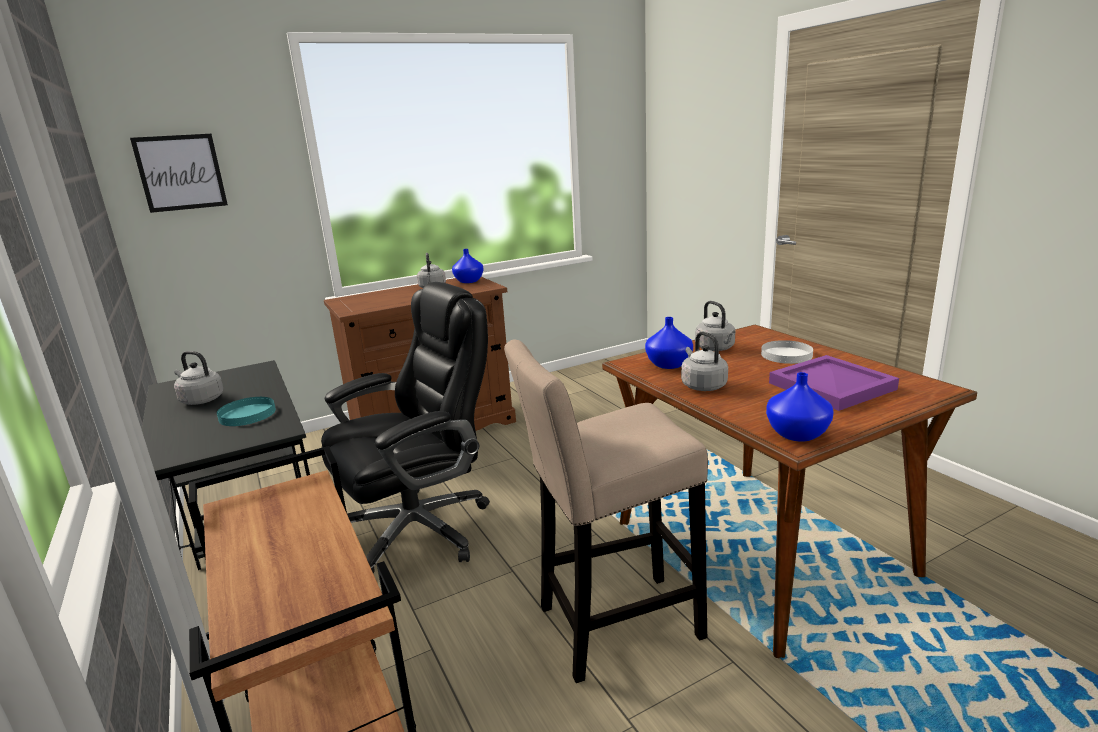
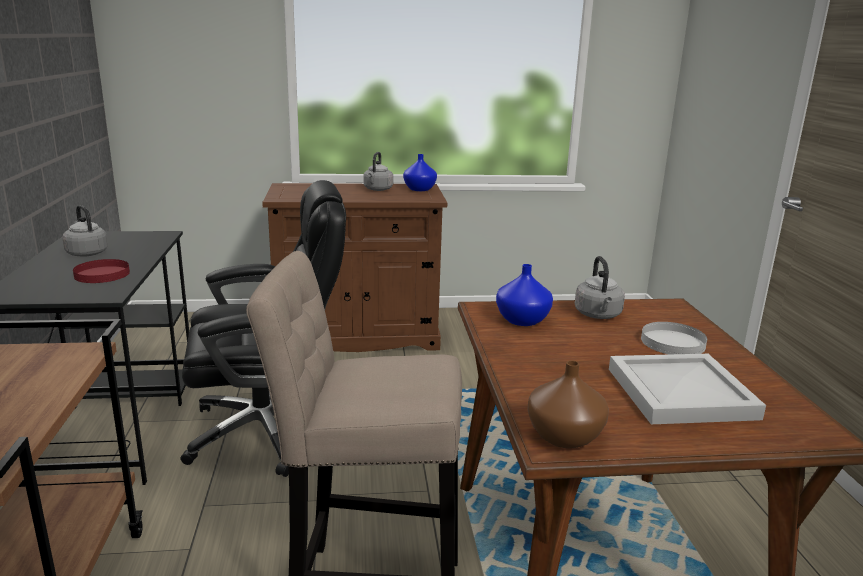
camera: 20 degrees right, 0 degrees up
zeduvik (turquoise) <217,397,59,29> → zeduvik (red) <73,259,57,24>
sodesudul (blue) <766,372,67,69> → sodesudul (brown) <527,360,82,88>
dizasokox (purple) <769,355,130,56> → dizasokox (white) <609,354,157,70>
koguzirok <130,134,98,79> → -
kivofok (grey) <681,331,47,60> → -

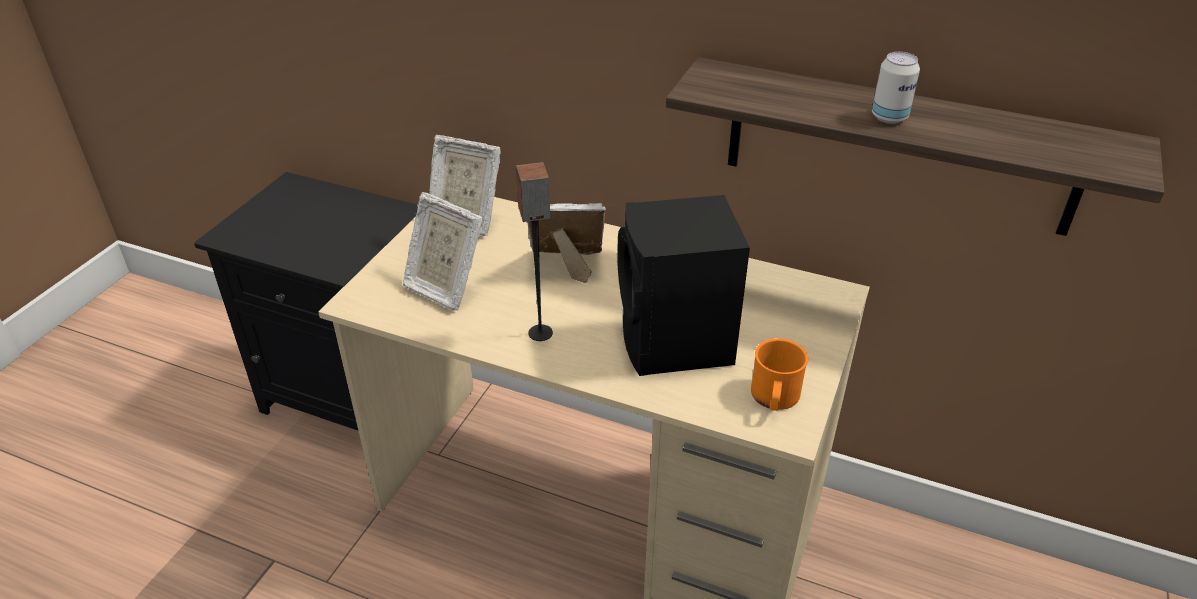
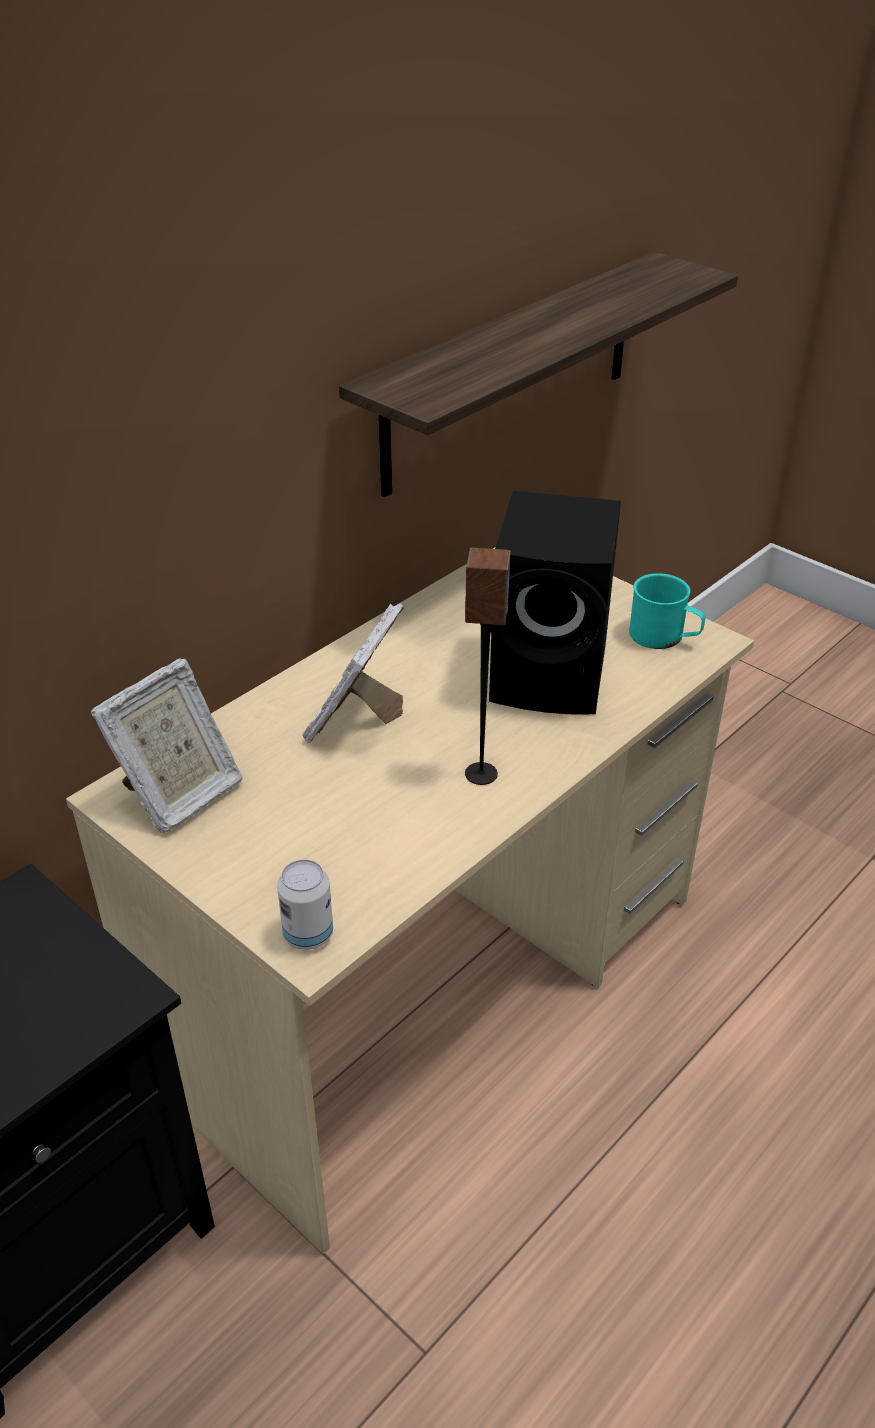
camera: 70 degrees left, 0 degrees up
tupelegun <872,52,48,72> → tupelegun <277,859,56,91>, relocated
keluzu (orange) <751,338,57,73> → keluzu (turquoise) <629,573,76,76>
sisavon <402,192,81,119> → -

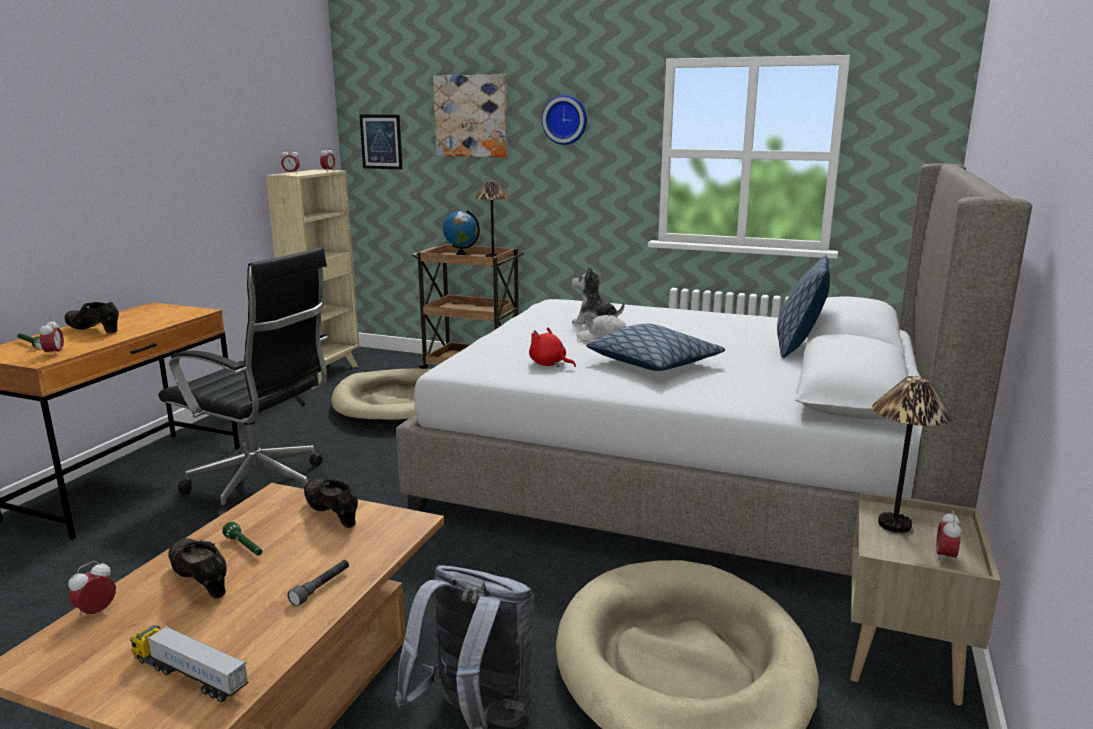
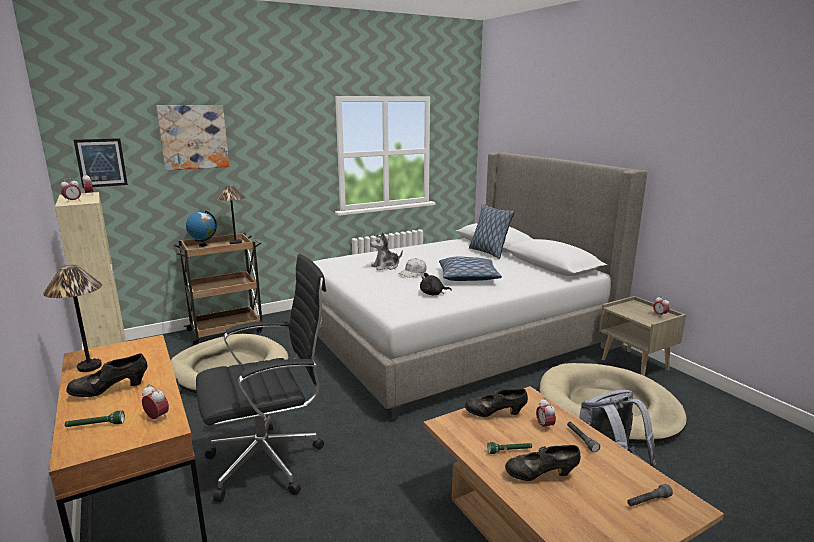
camera: 50 degrees left, 0 degrees up
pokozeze <872,376,81,157> → pokozeze <43,265,59,107>, relocated
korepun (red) <529,327,47,40> → korepun (black) <420,272,32,23>
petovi <68,561,48,56> → petovi <536,398,20,32>, relocated
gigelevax <130,625,119,77> → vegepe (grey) <627,484,46,22>
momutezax <542,95,45,50> → -

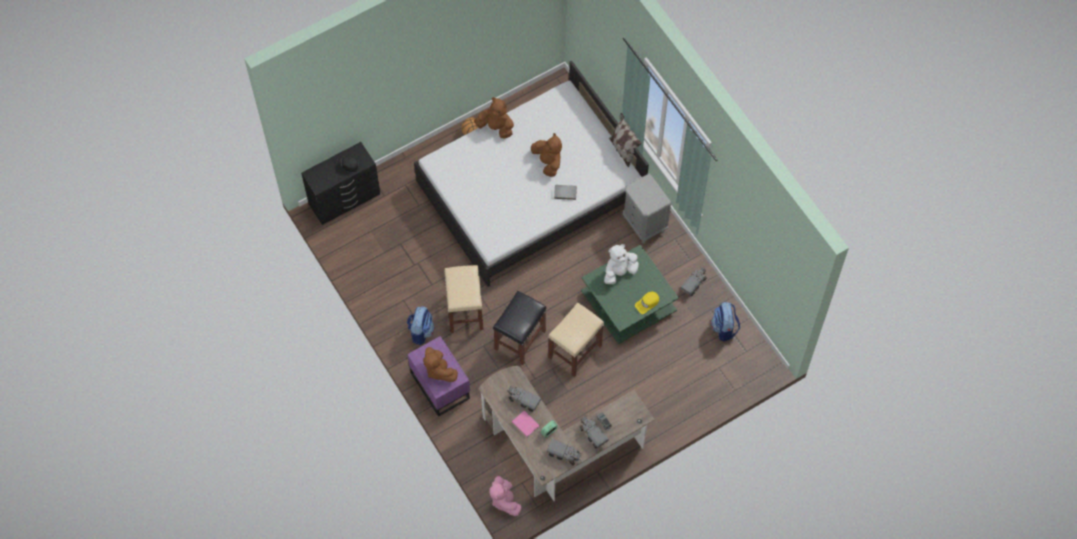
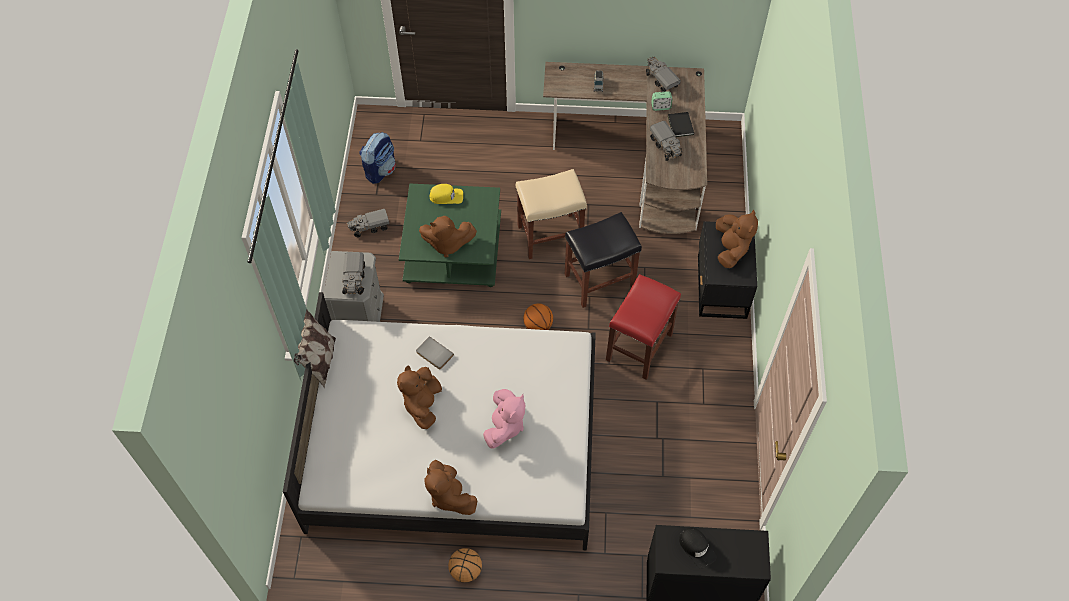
camera: 145 degrees left, 5 degrees down
gigelevax <580,416,29,32> → gigelevax <342,252,23,43>, relocated
korepun (white) <604,244,35,40> → korepun (brown) <419,216,58,41>
korepun (pink) <489,476,33,40> → korepun (pink) <483,389,42,59>, relocated
- → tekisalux <523,303,30,27>
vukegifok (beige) <444,265,40,68> → vukegifok (red) <606,274,75,106>
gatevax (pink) <512,411,27,26> → gatevax (black) <668,112,26,25>
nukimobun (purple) <407,336,63,81> → nukimobun (black) <698,221,59,98>
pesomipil <407,306,28,39> → -

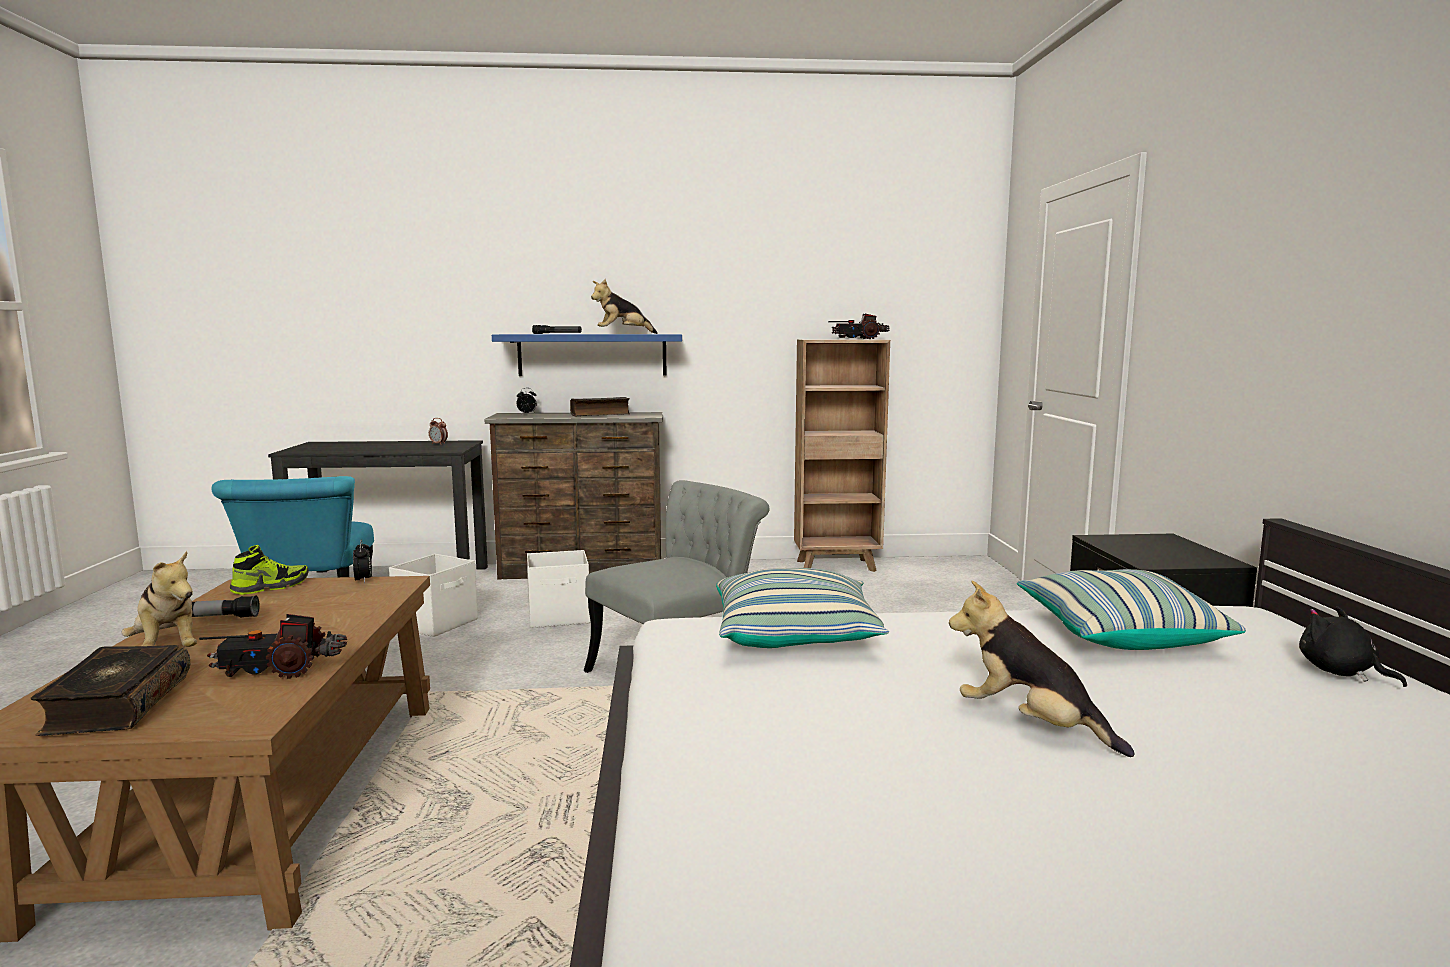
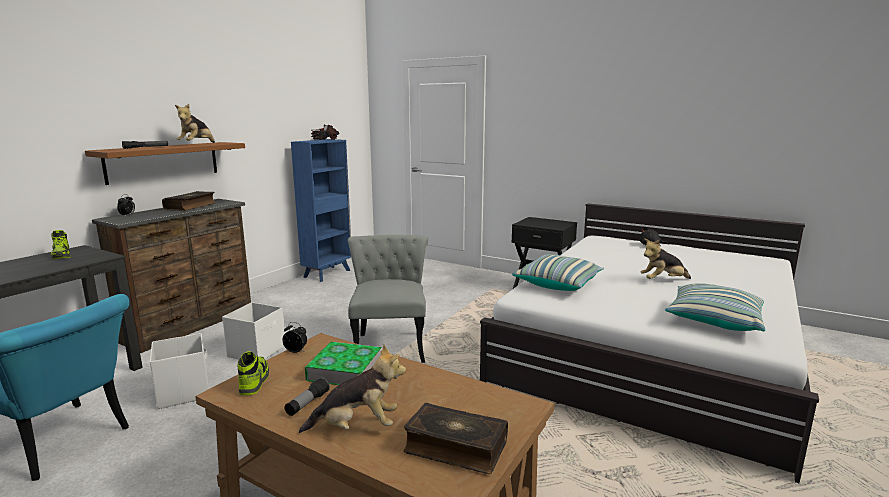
camera: 55 degrees left, 5 degrees up
petovi <429,418,19,27> → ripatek <51,230,20,29>
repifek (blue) <492,334,190,42> → repifek (brown) <85,142,160,43>
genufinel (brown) <794,339,96,233> → genufinel (blue) <291,139,60,143>
- → gatevax <305,342,77,43>
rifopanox <1017,569,229,81> → rifopanox <665,283,100,48>, relocated
gigelevax <199,614,148,65> → -

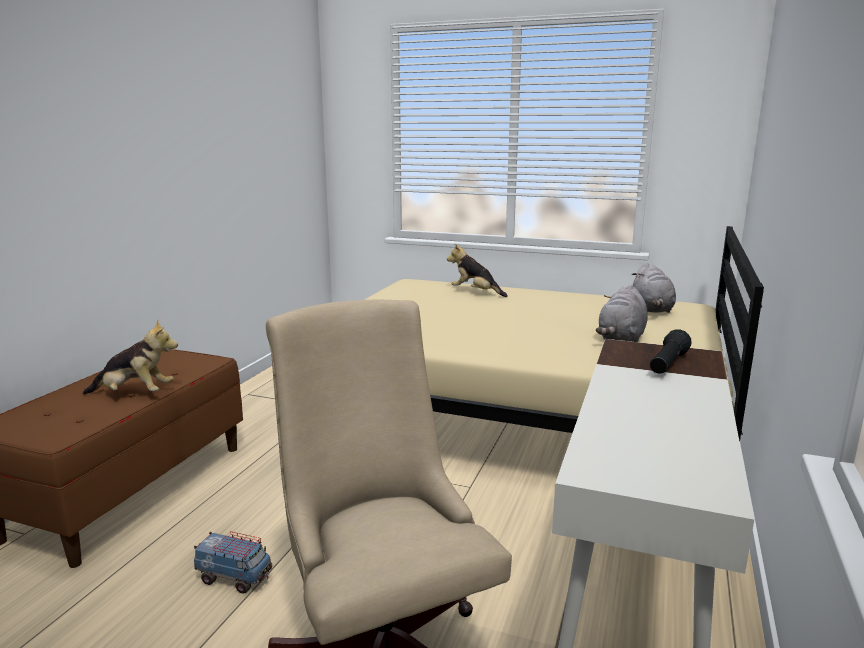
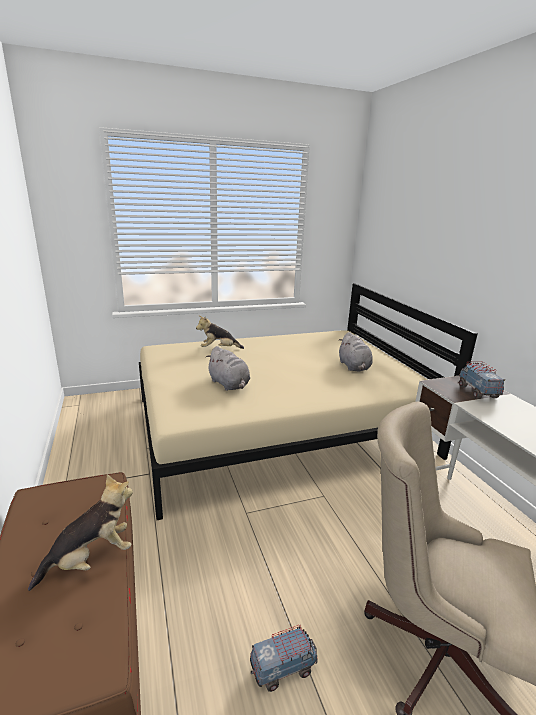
camera: 40 degrees left, 5 degrees up
korepun (grey) <632,263,44,50> → korepun (grey) <206,346,44,45>, relocated
vegepe (black) <650,329,42,45> → gigelevax <459,361,46,38>

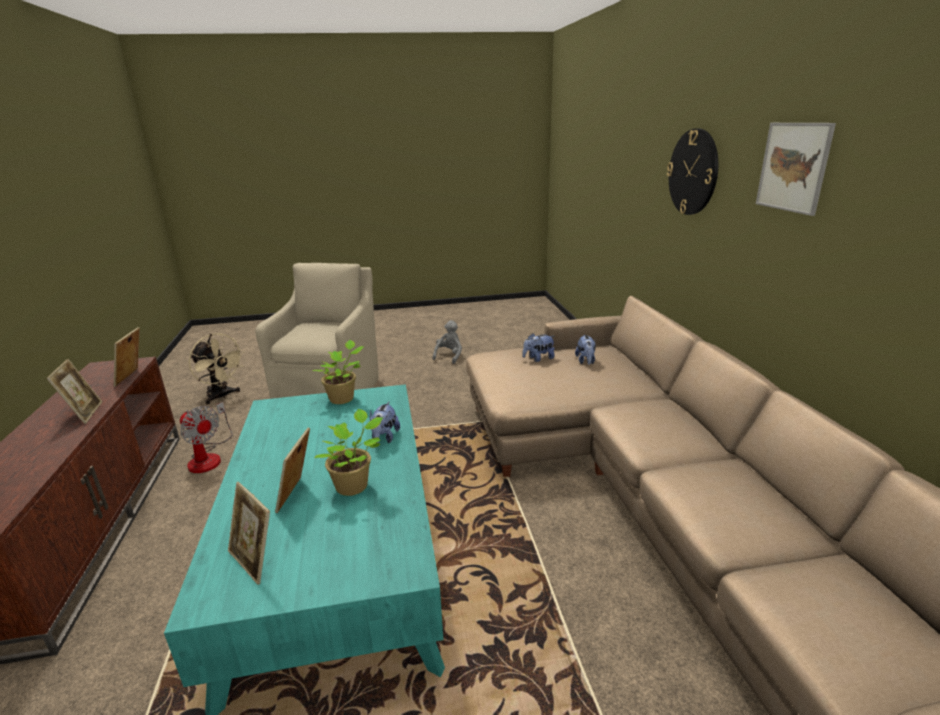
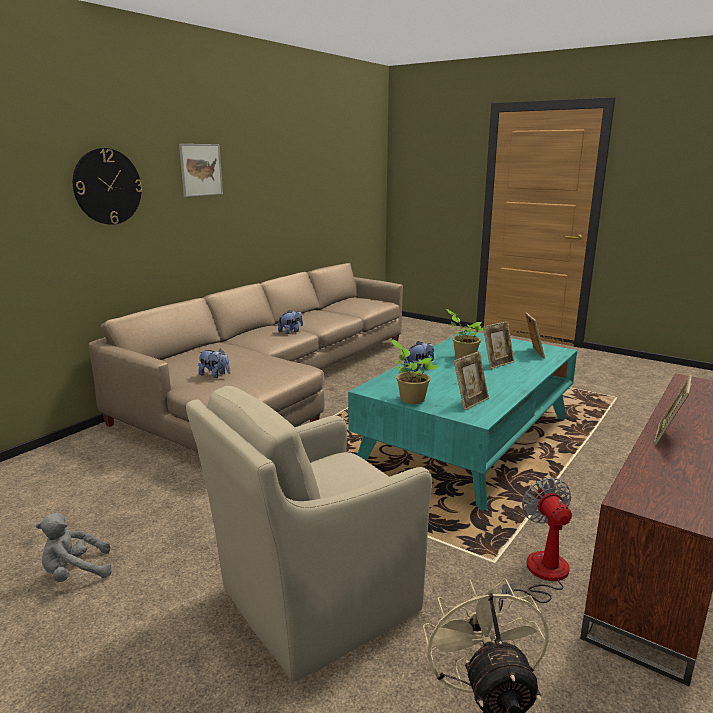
camera: 135 degrees left, 5 degrees down
korepun <575,334,21,31> → korepun <278,310,25,24>, relocated
sisavon <113,327,27,60> → sisavon <454,351,35,60>, relocated

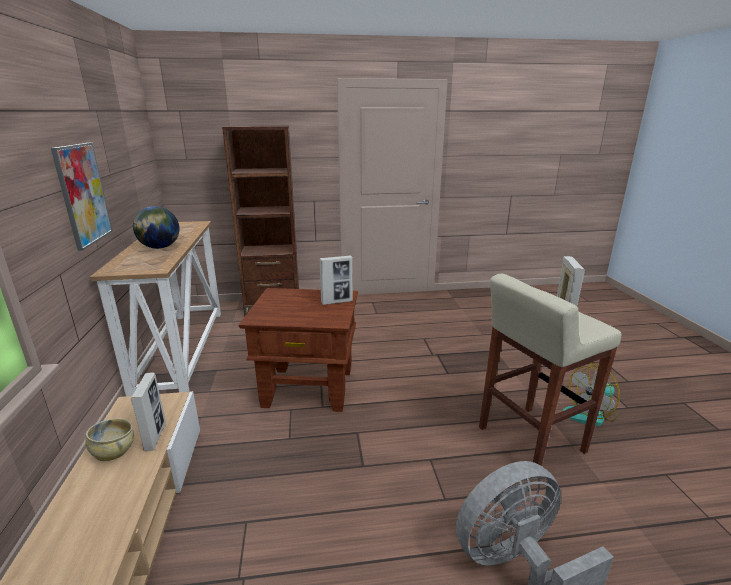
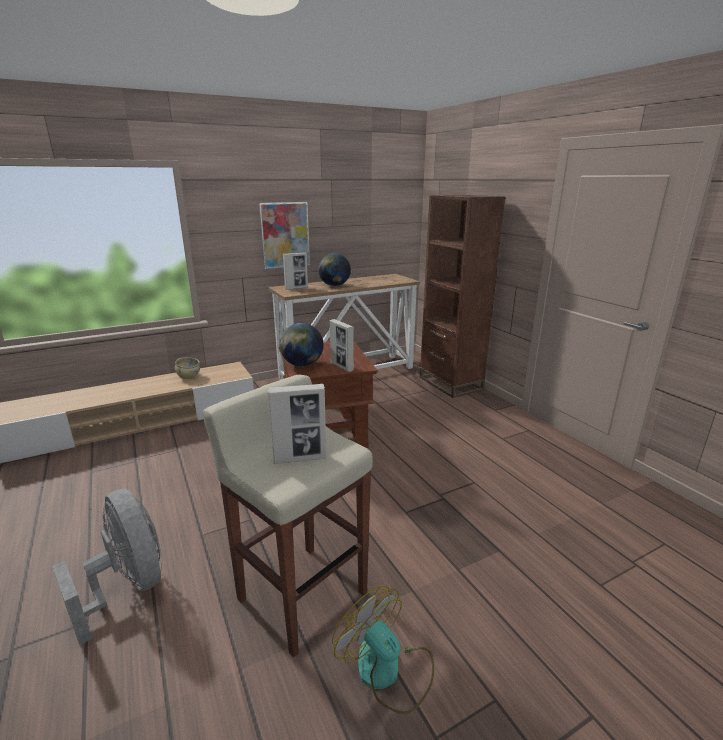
camera: 70 degrees right, 0 degrees up
- → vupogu <280,323,43,43>
sisavon <131,372,35,79> → sisavon <283,252,25,38>, relocated

